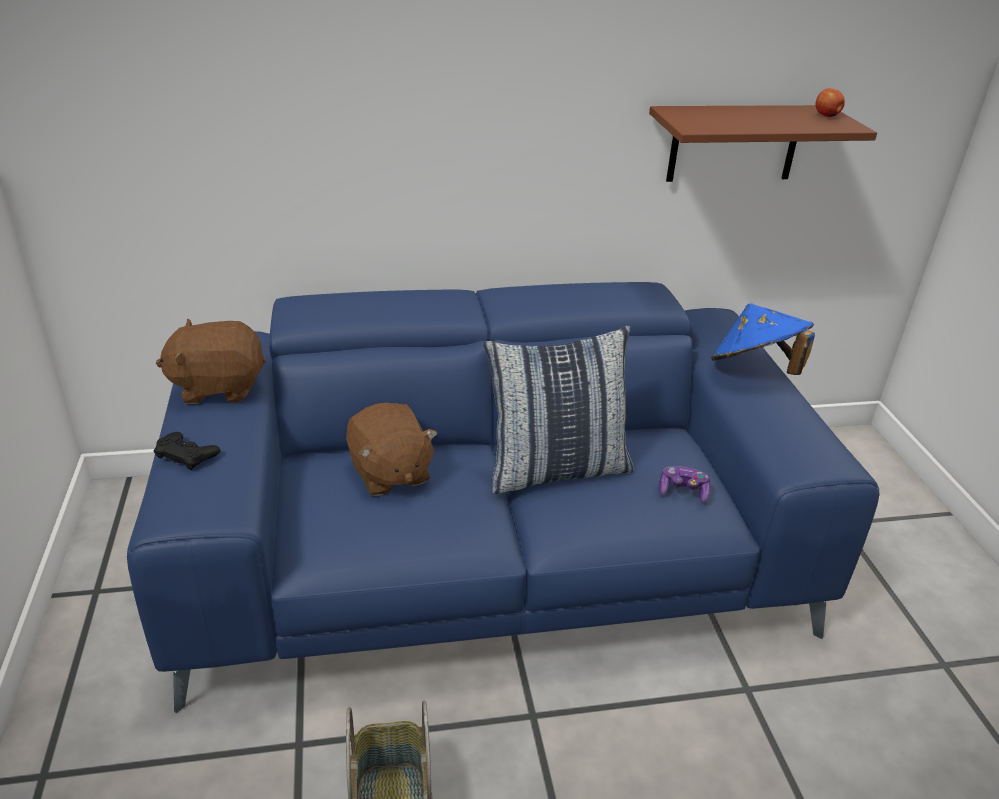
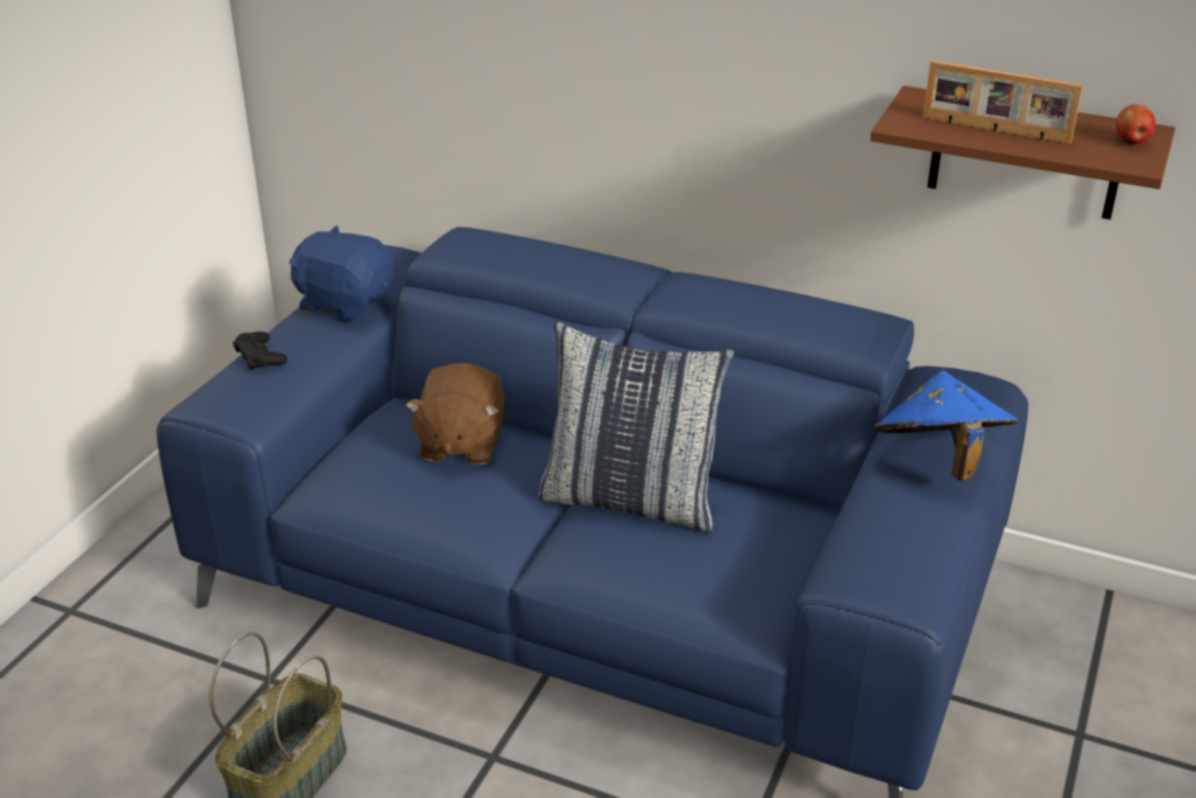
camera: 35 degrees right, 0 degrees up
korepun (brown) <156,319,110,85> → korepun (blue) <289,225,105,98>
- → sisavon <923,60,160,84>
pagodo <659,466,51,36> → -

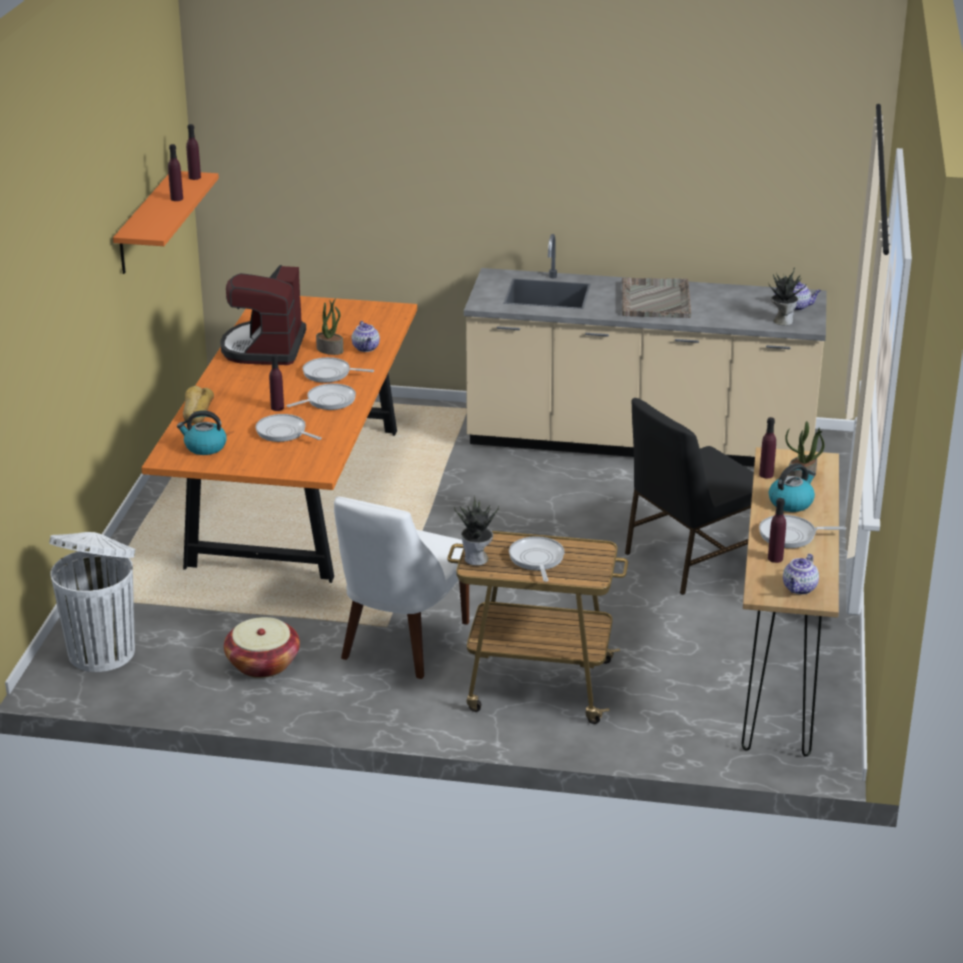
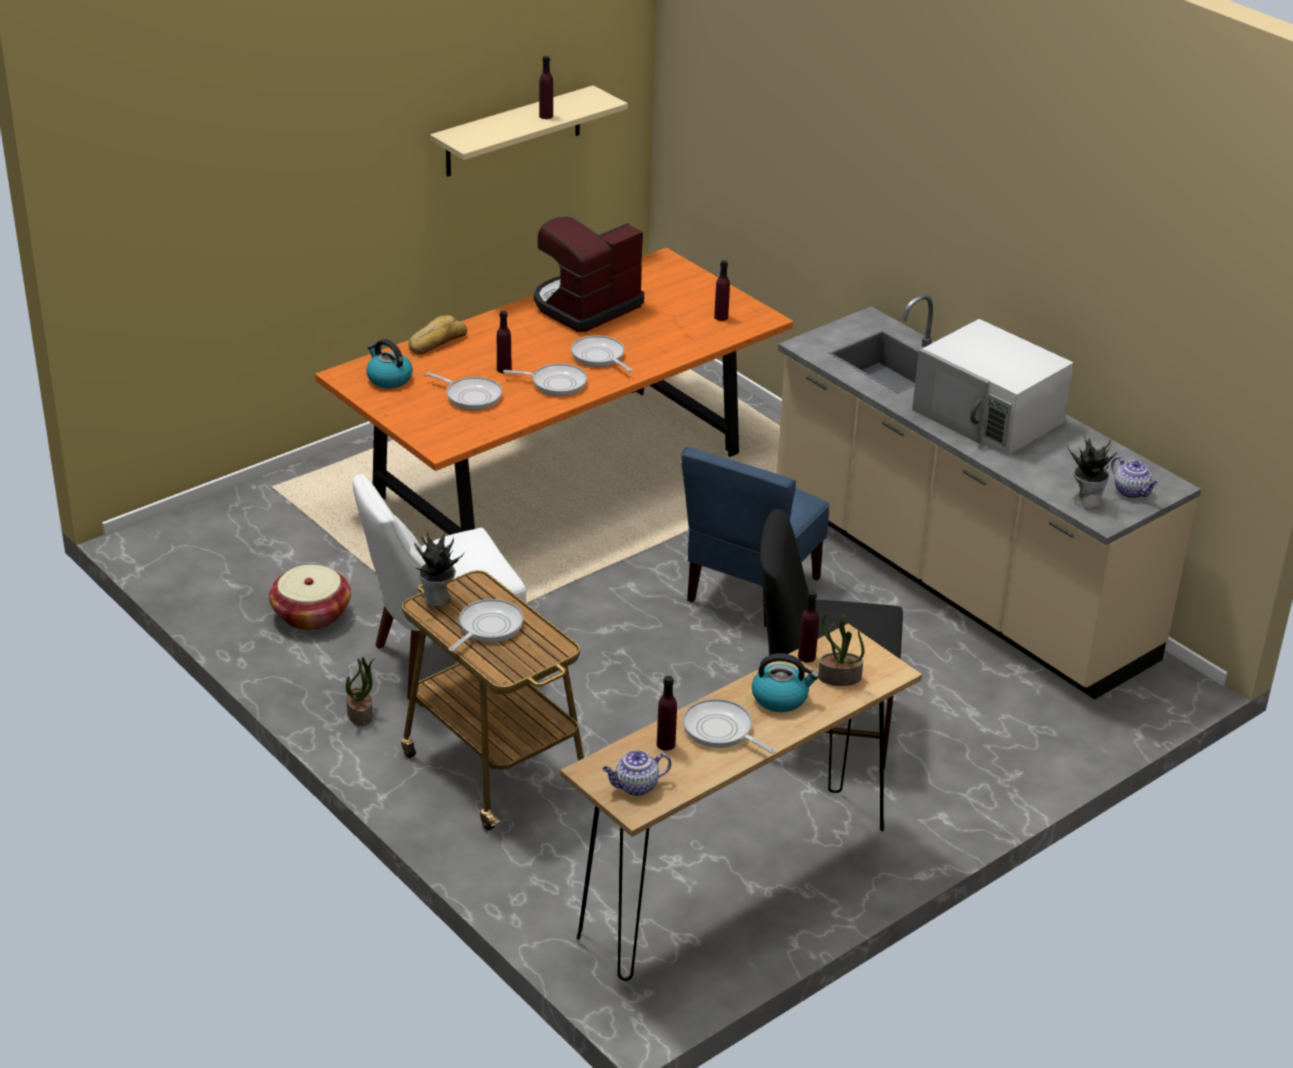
camera: 40 degrees right, 5 degrees up
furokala <316,298,27,57> → furokala <346,657,30,69>, relocated
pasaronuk <256,414,66,28> → pasaronuk <427,372,75,38>, 135 degrees clockwise
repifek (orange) <113,171,106,103> → repifek (beige) <430,85,198,91>
- → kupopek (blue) <681,447,149,181>
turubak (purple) <186,124,15,56> → turubak (purple) <714,260,16,61>, relocated
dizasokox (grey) <622,278,69,40> → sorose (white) <912,319,162,136>
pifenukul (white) <49,532,86,140> → -
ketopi <352,321,28,31> → -

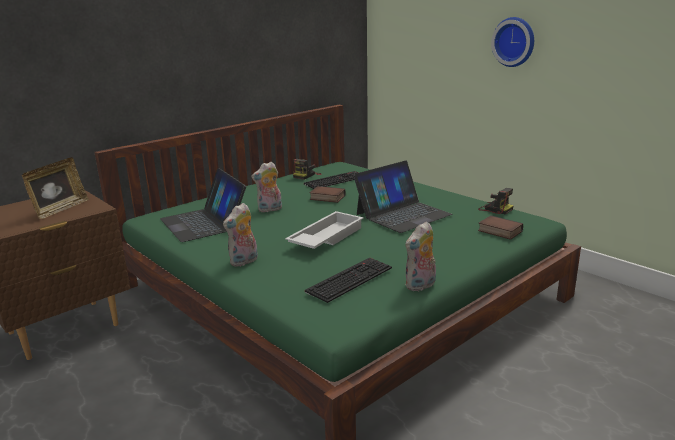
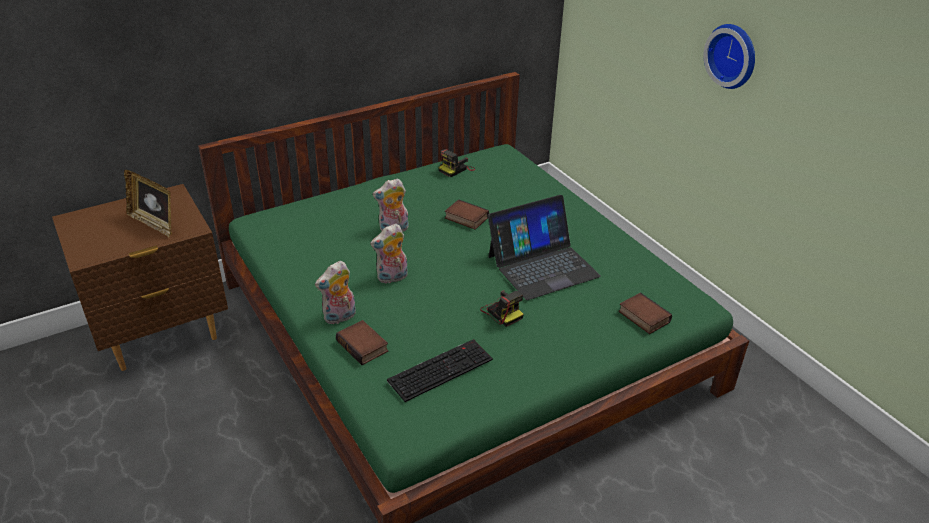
camera: 10 degrees right, 15 degrees up
sisavon <22,157,67,62> → sisavon <124,170,48,67>, 90 degrees clockwise
- → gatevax <336,320,52,45>
korepun <405,221,31,70> → korepun <370,223,38,60>, relocated
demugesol <478,188,36,26> → demugesol <480,290,44,37>, relocated
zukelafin <160,168,86,74> → -
dizasokox (white) <285,211,79,38> → -
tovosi <304,171,54,18> → -

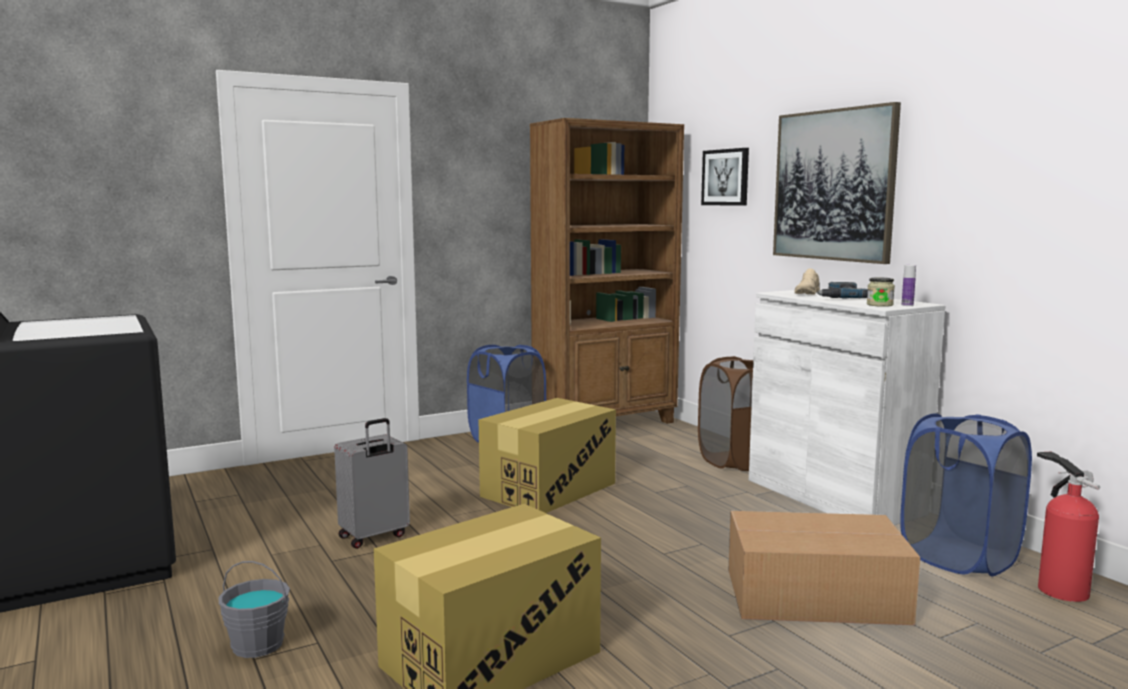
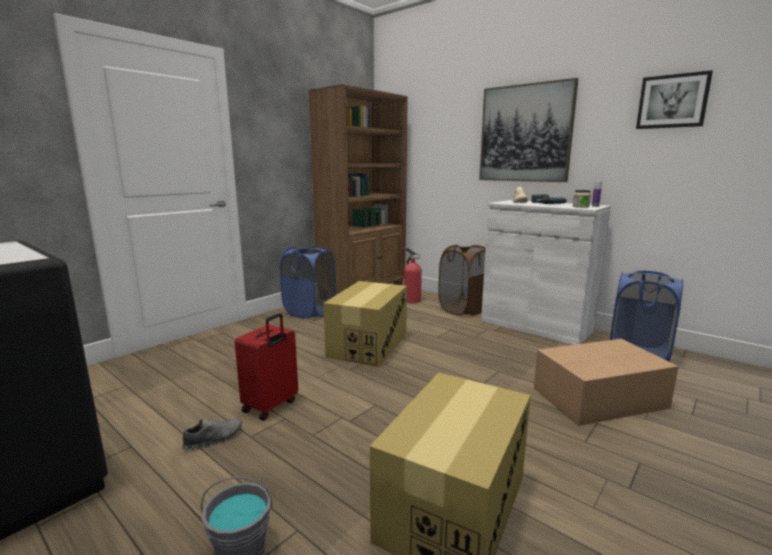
camera: 20 degrees left, 5 degrees up
- → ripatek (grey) <183,418,59,33>
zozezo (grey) <334,418,76,131> → zozezo (red) <235,313,63,107>
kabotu <1037,452,63,150> → kabotu <401,248,21,55>, relocated
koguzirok <701,148,48,58> → koguzirok <636,70,77,59>, relocated

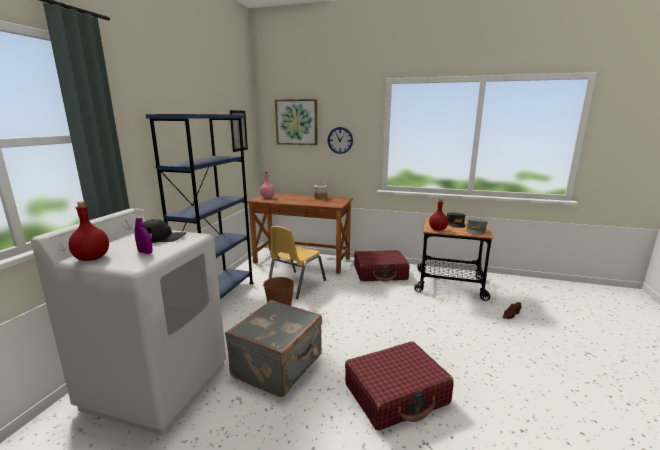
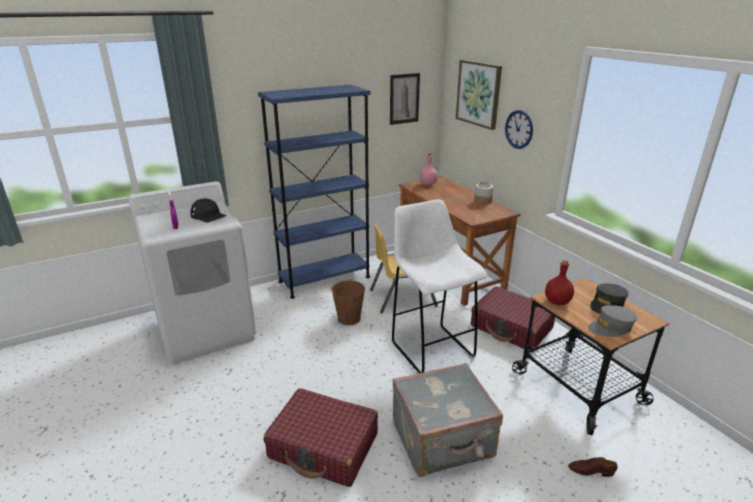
camera: 45 degrees right, 10 degrees up
- → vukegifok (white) <392,199,96,175>
zozezo (grey) <225,300,97,97> → zozezo (grey) <392,363,111,114>, relocated
turubak (red) <69,201,40,60> → -

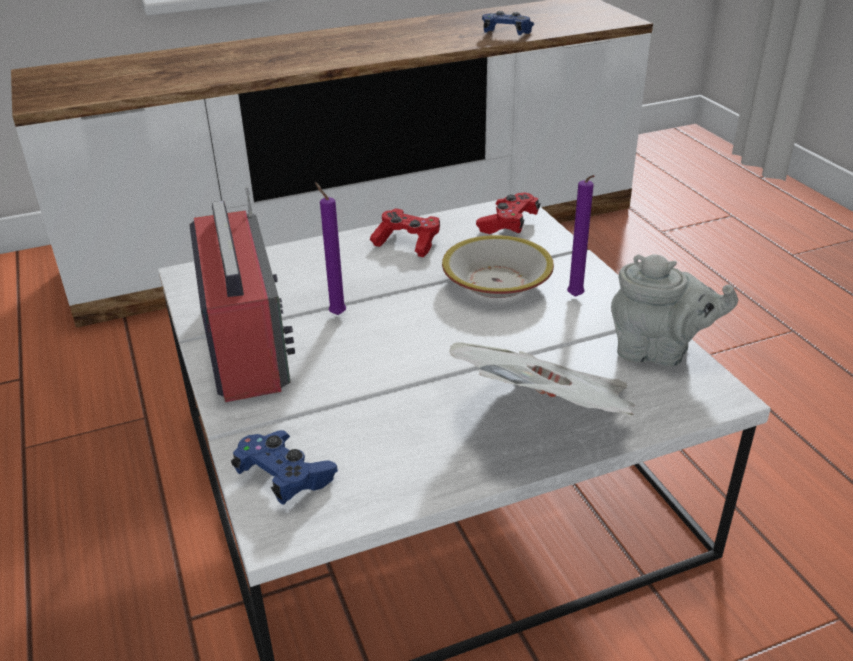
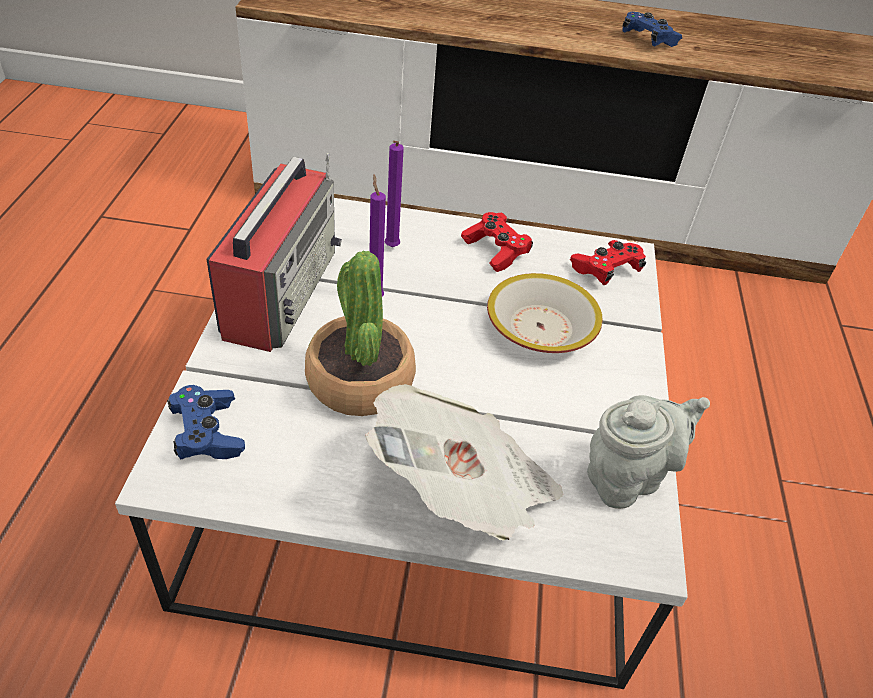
camera: 25 degrees right, 10 degrees up
- → furokala <305,251,111,165>
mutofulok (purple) <567,175,27,122> → mutofulok (purple) <385,140,19,107>, relocated
ketopi (grey) <611,255,127,111> → ketopi (grey) <587,395,123,114>, 75 degrees counterclockwise
pagodo (blue) <482,11,52,24> → pagodo (blue) <622,12,60,35>, relocated

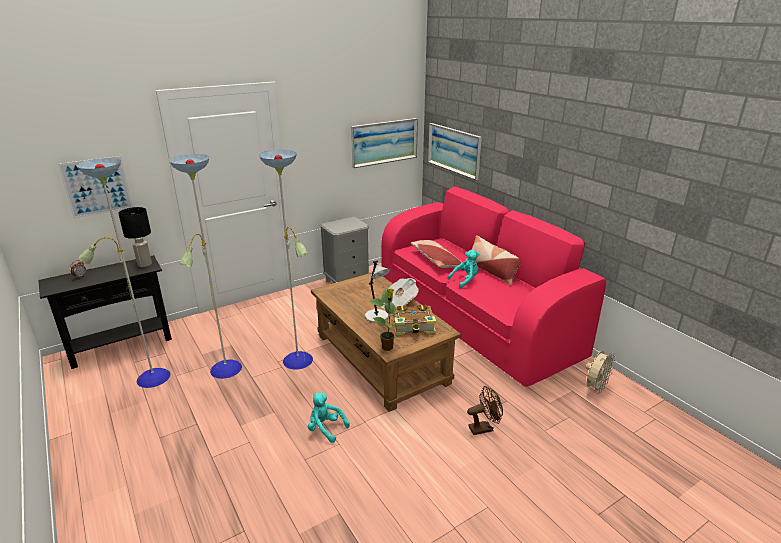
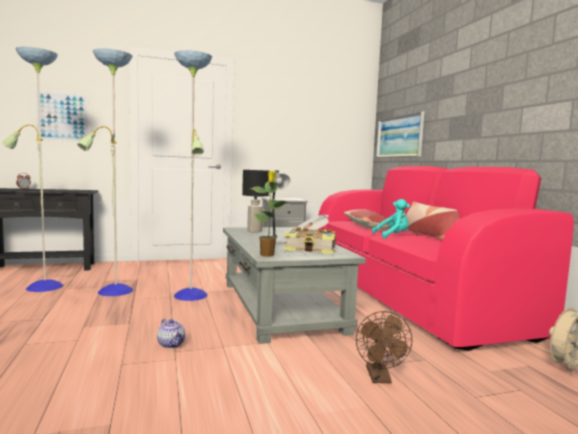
camera: 15 degrees right, 20 degrees down
korepun (turquoise) <308,392,42,51> → ketopi <157,319,28,30>
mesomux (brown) <311,272,150,140> → mesomux (grey) <223,227,143,117>
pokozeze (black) <118,207,34,60> → pokozeze (black) <242,170,27,63>, relocated
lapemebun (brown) <467,386,36,49> → lapemebun (brown) <356,311,56,72>, 90 degrees clockwise
koguzirok <351,118,67,50> → -

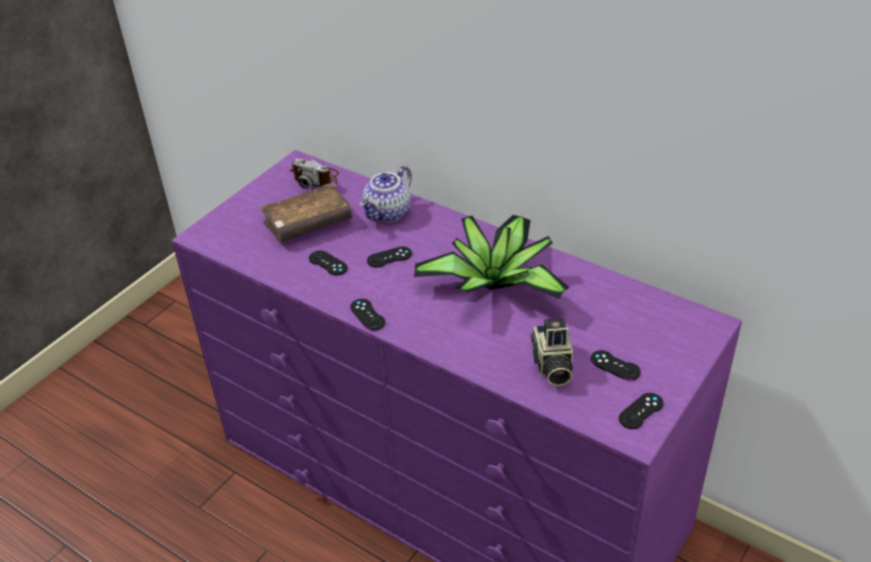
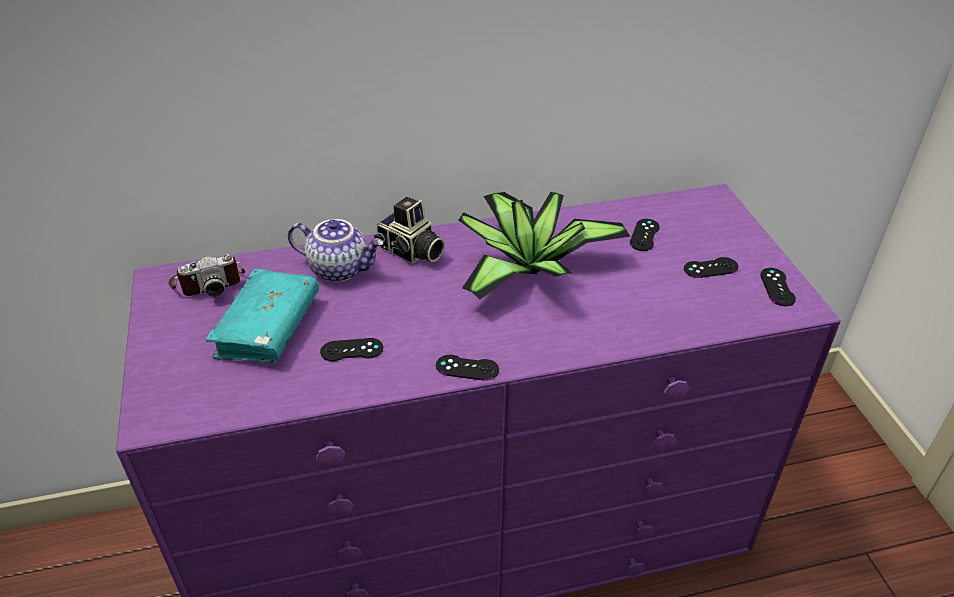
camera: 50 degrees left, 0 degrees up
gatevax (brown) <259,183,93,60> → gatevax (turquoise) <206,269,113,94>
ketopi <359,166,53,56> → ketopi <288,219,96,63>, 60 degrees counterclockwise
demugesol <531,318,42,68> → demugesol <374,197,71,67>, relocated
pagodo (black) <367,247,45,20> → pagodo (black) <630,219,30,32>, relocated

